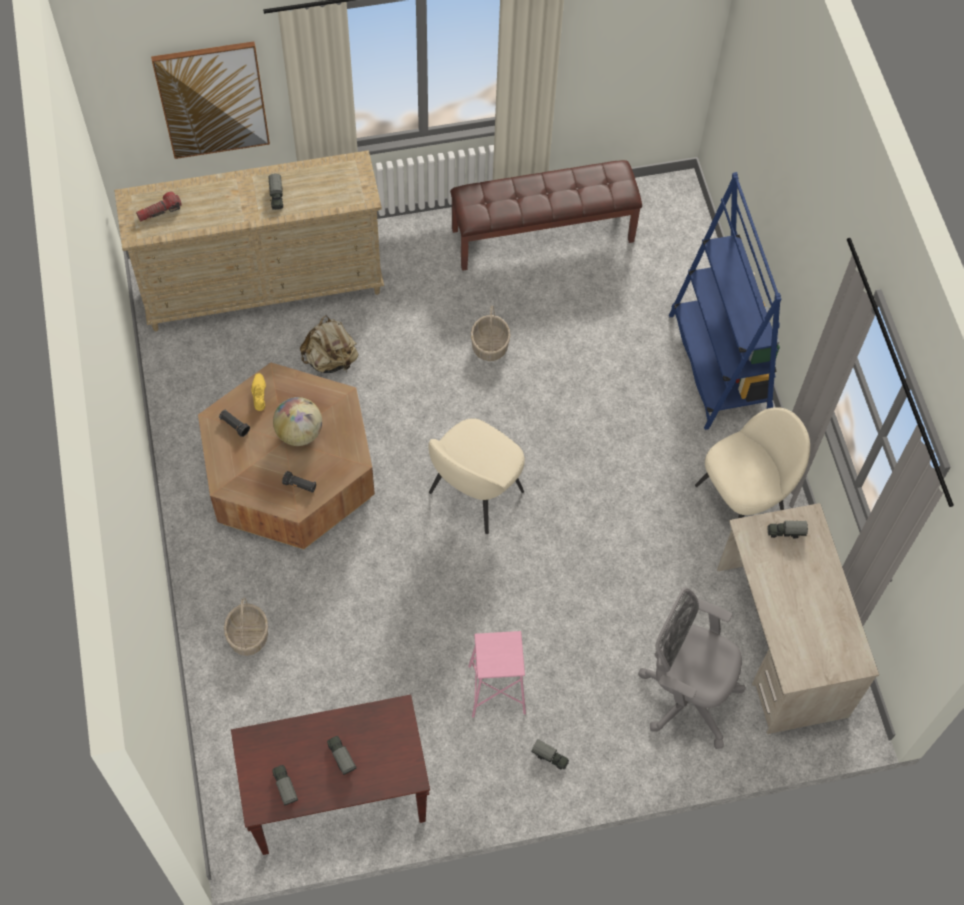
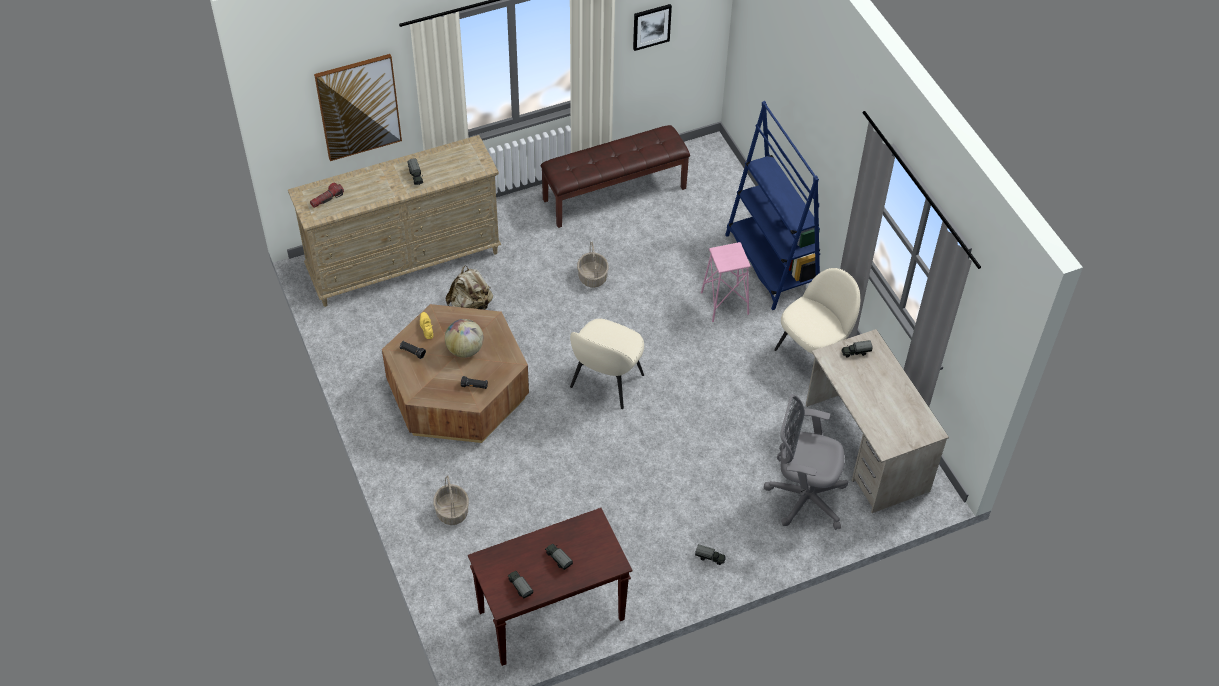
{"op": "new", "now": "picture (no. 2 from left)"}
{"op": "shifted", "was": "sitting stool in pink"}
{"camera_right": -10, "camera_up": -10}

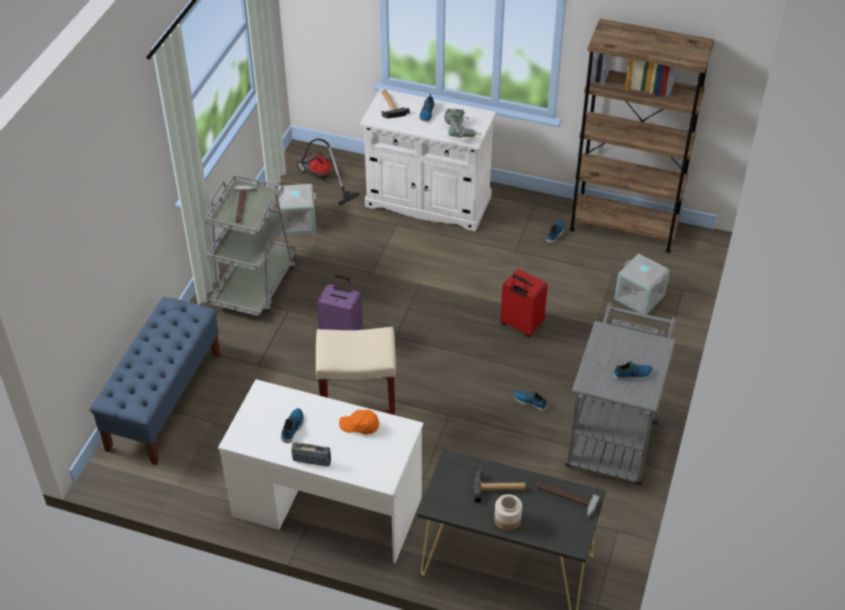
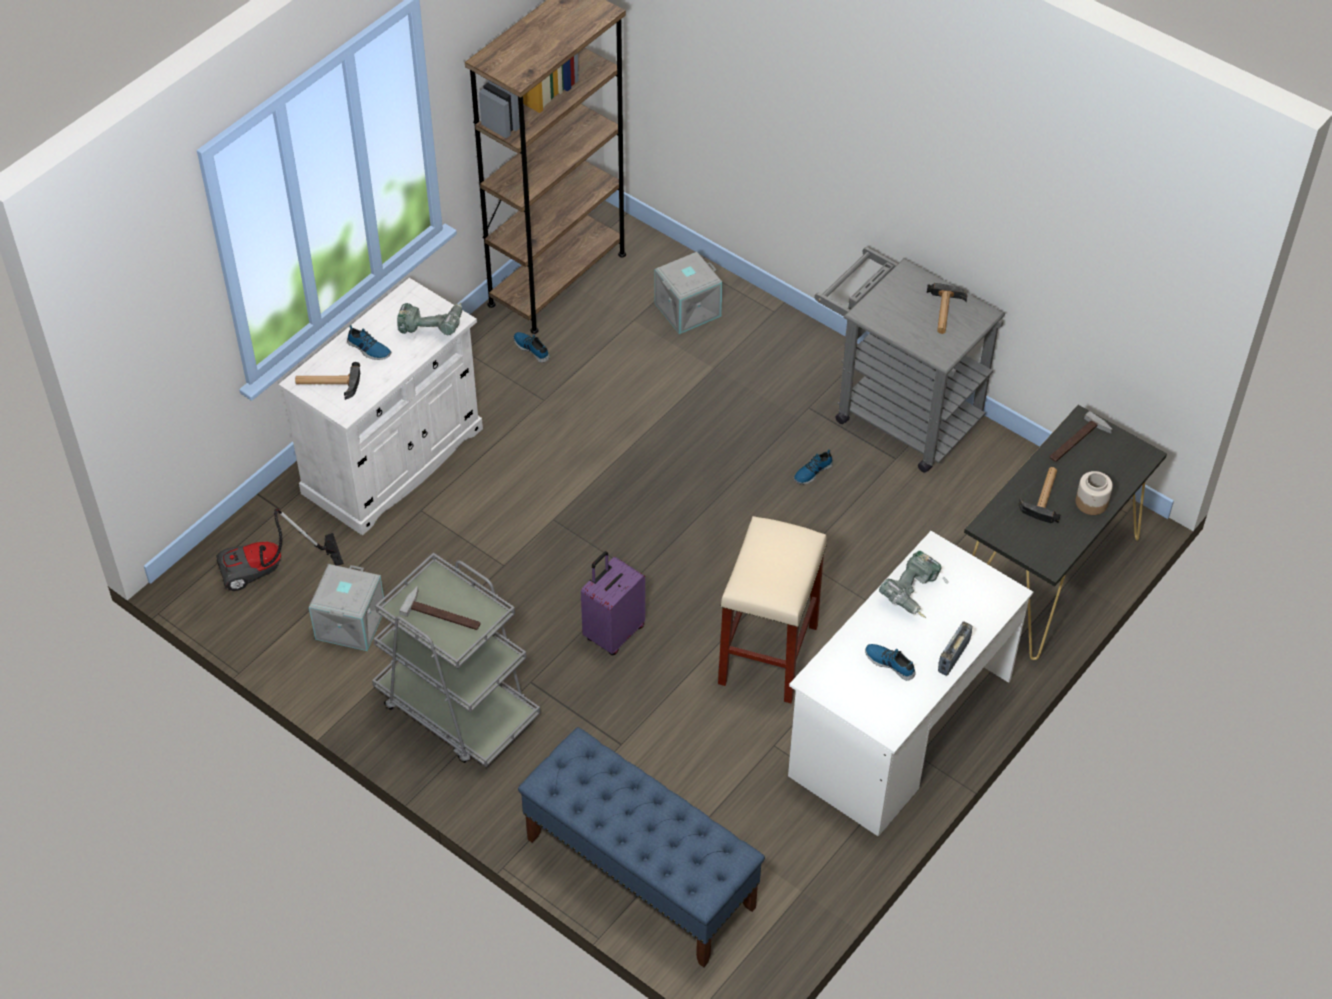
{"op": "swapped", "was": "peaked cap in orange", "now": "power drill (no. 2 from left)"}
{"op": "swapped", "was": "low shoe (no. 5 from left)", "now": "tool hammer (no. 3 from left)"}
{"op": "gone", "was": "piece of luggage in red"}
{"camera_right": -70, "camera_up": 5}

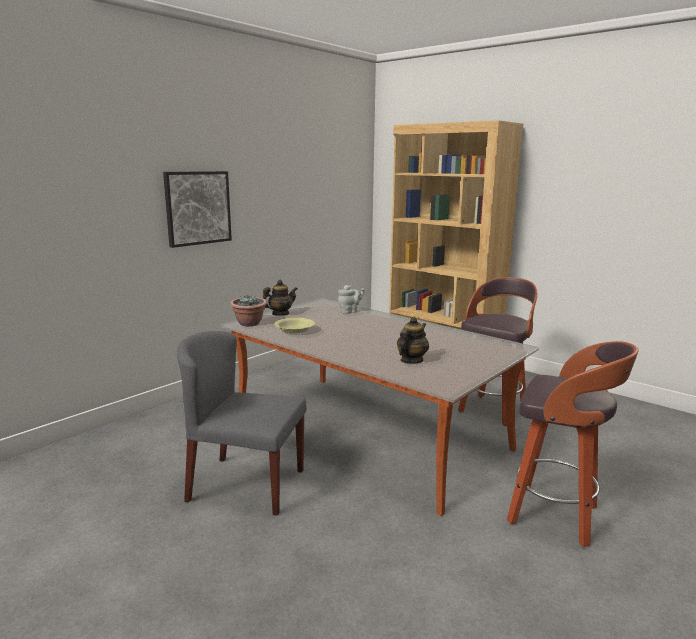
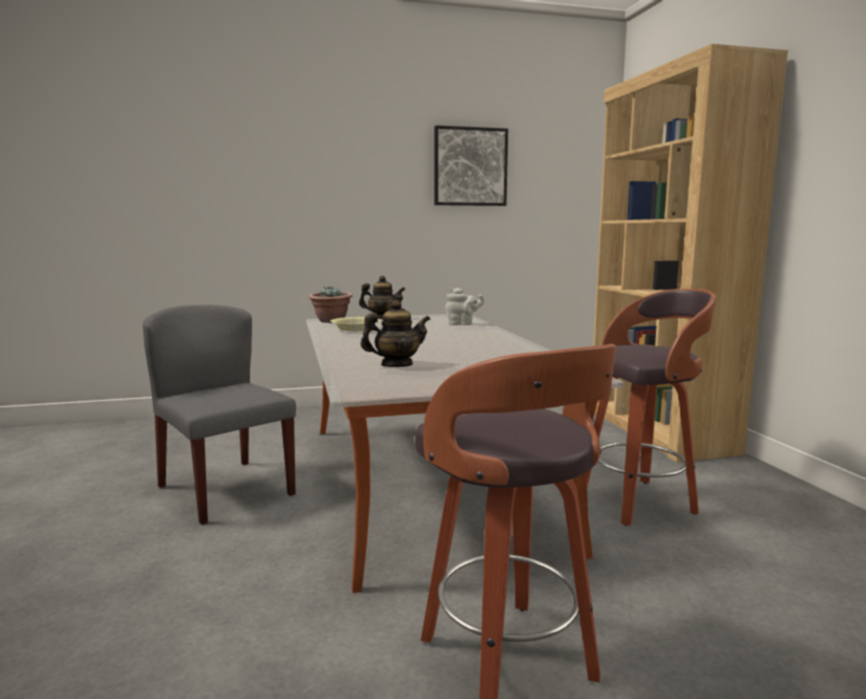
{"op": "shifted", "was": "picture"}
{"camera_right": 35, "camera_up": -5}

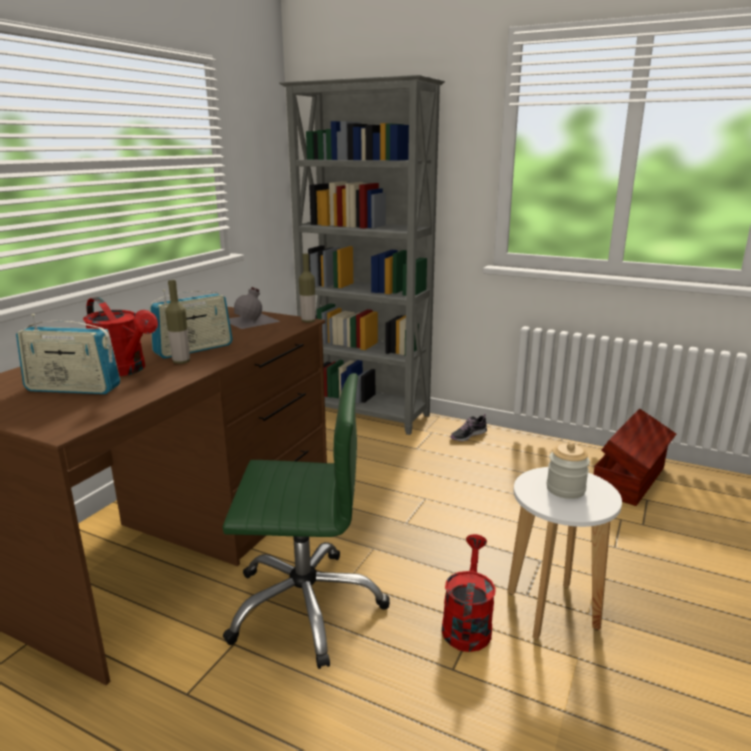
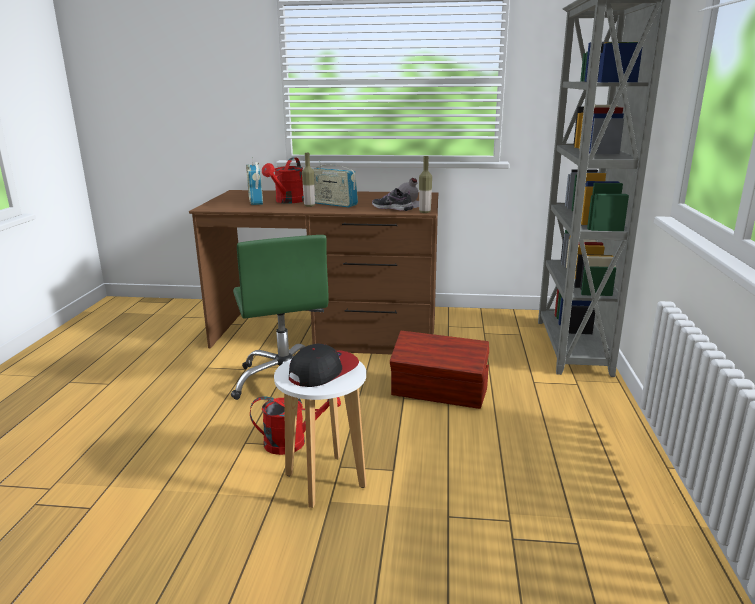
{"op": "swapped", "was": "preserve jar", "now": "peaked cap"}
{"op": "shifted", "was": "low shoe"}
{"op": "shifted", "was": "storage container in brown-coloured"}
{"camera_right": 70, "camera_up": 0}

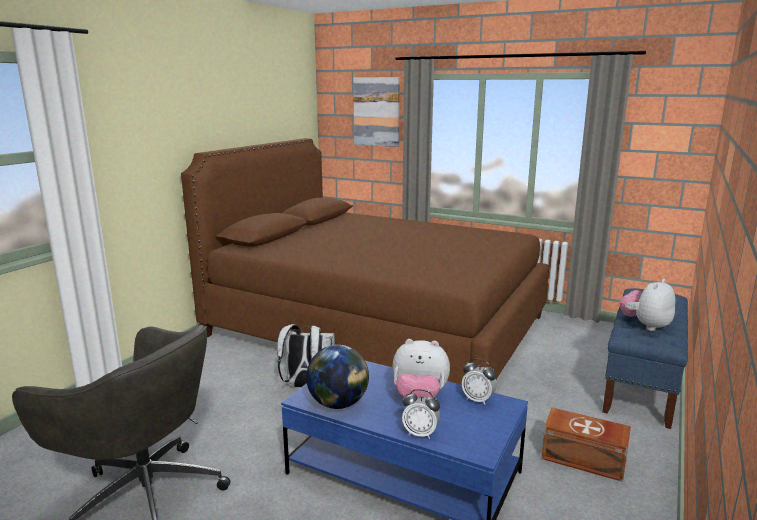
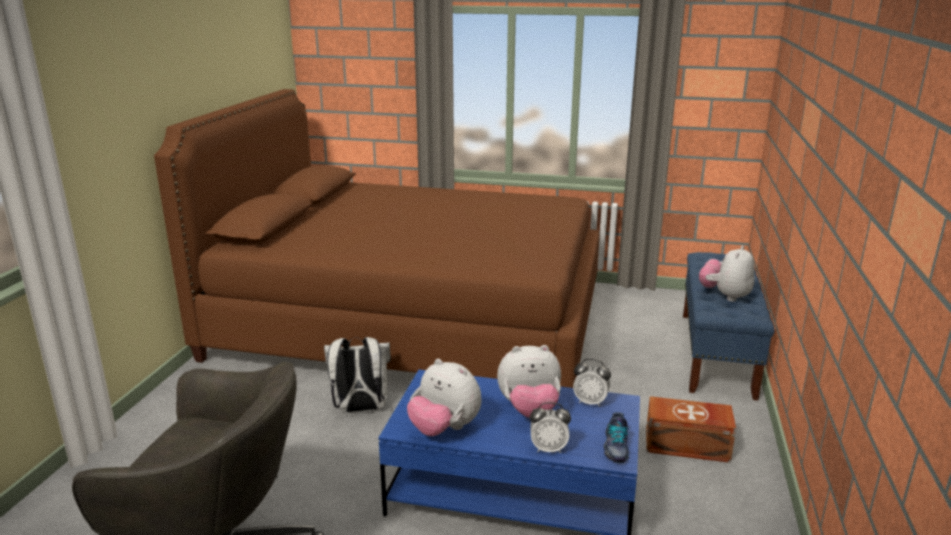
{"op": "swapped", "was": "desk globe", "now": "soft toy (no. 1 from left)"}
{"op": "new", "now": "low shoe"}
{"op": "gone", "was": "picture"}
{"camera_right": -15, "camera_up": 5}

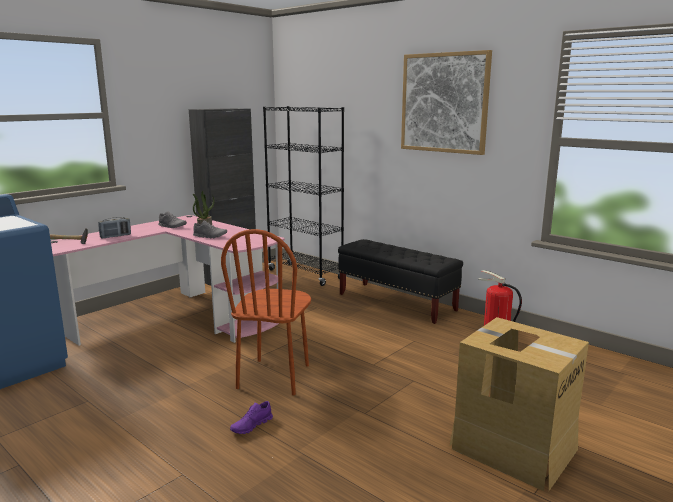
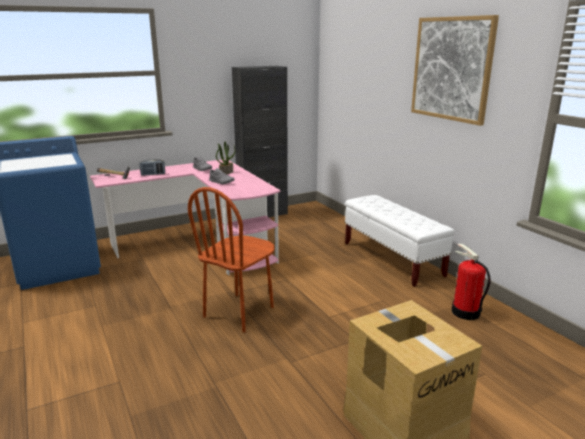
{"op": "repainted", "was": "long seat in black-coloured", "now": "long seat in white-coloured"}
{"op": "gone", "was": "low shoe in purplish"}
{"op": "gone", "was": "bookshelf in black-coloured"}
{"camera_right": 20, "camera_up": 5}

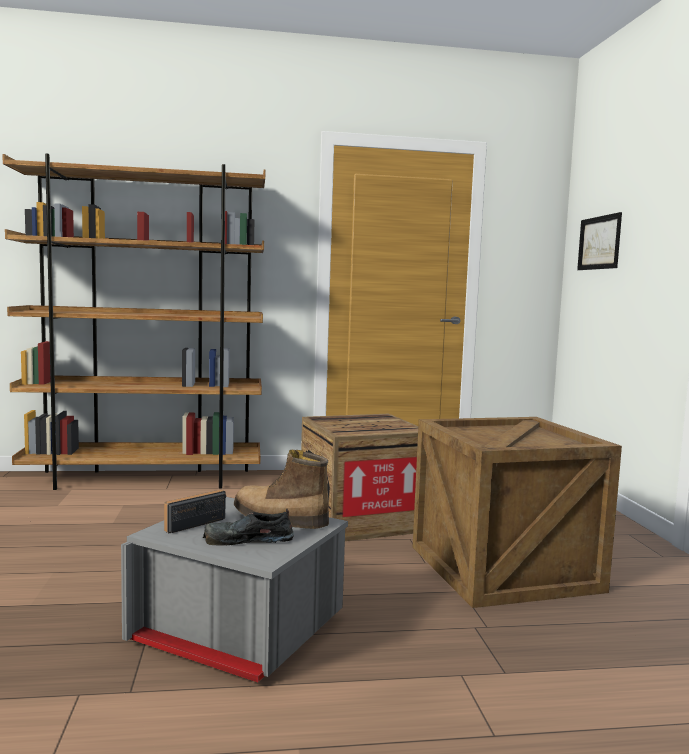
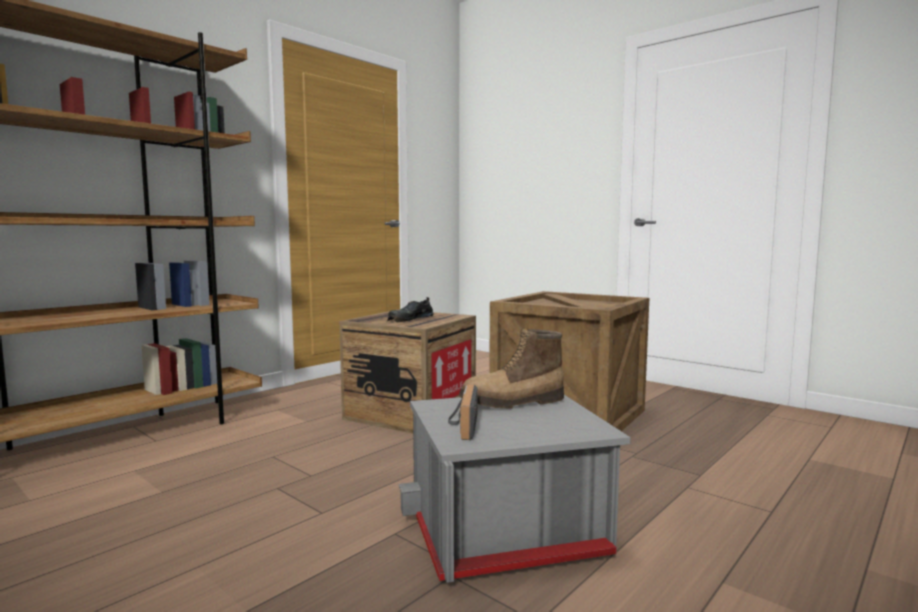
{"op": "shifted", "was": "low shoe in black-coloured"}
{"op": "gone", "was": "picture"}
{"camera_right": -40, "camera_up": 0}

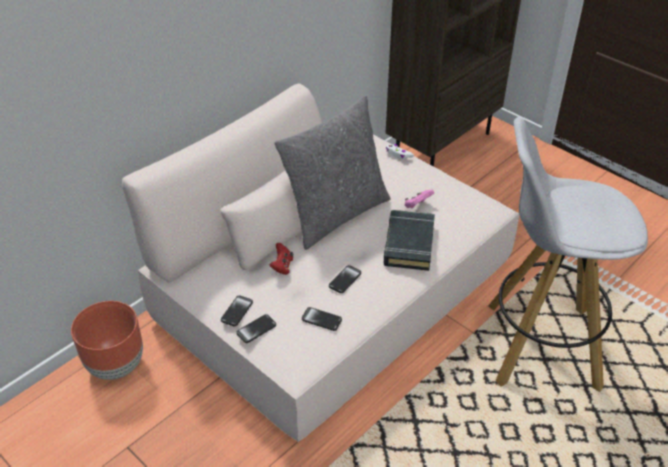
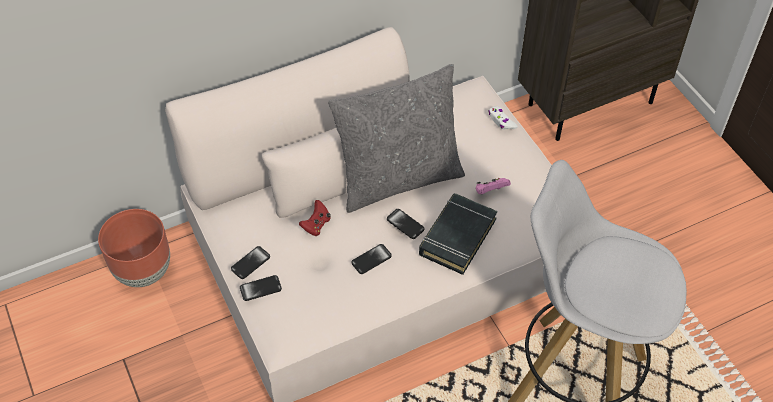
{"op": "shifted", "was": "phone (no. 3 from left in the first image)", "now": "phone (no. 4 from left)"}
{"camera_right": 20, "camera_up": 10}

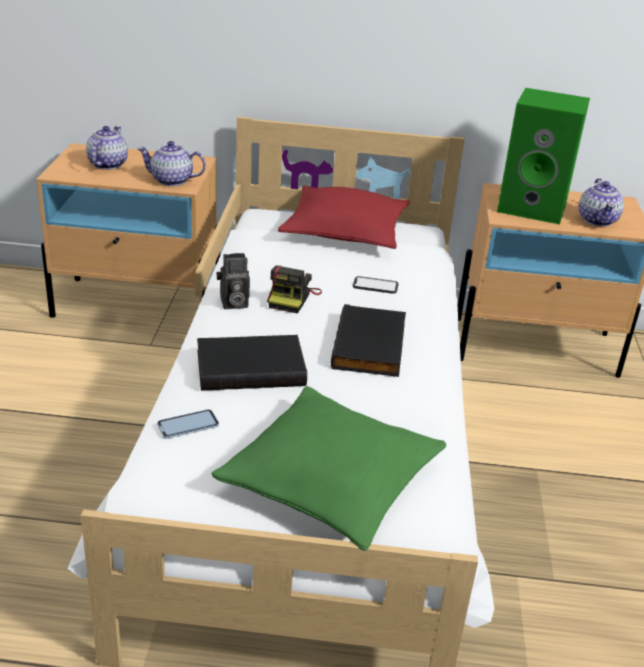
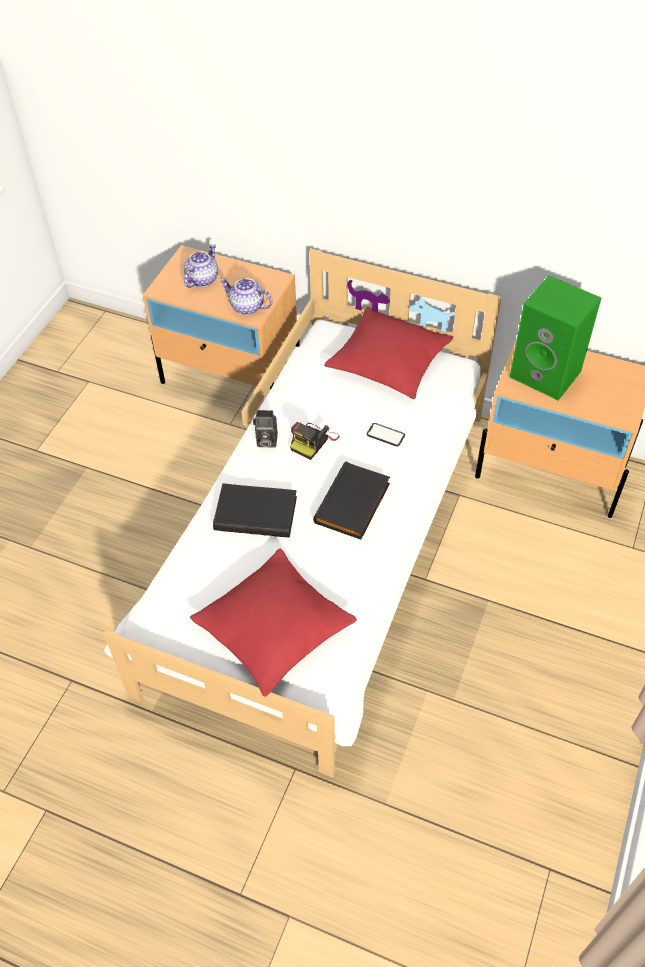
{"op": "repainted", "was": "throw pillow in green", "now": "throw pillow in red (no. 1 from left)"}
{"op": "gone", "was": "phone (no. 1 from left)"}
{"op": "gone", "was": "tea pot (no. 3 from left)"}
{"camera_right": 20, "camera_up": 20}

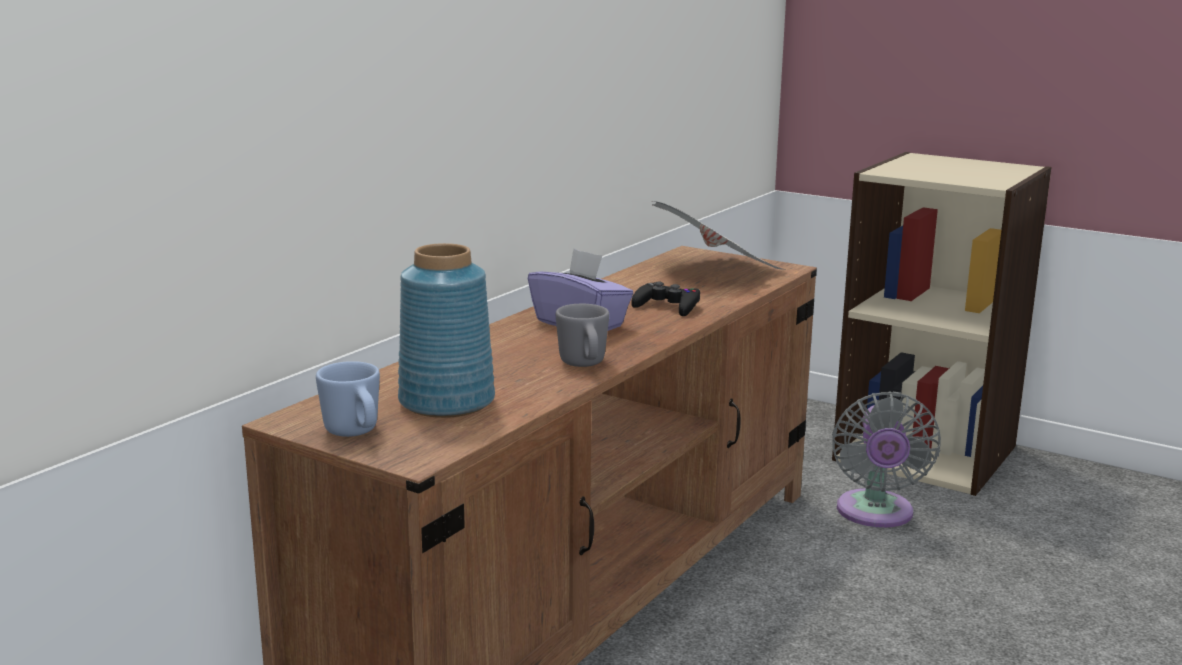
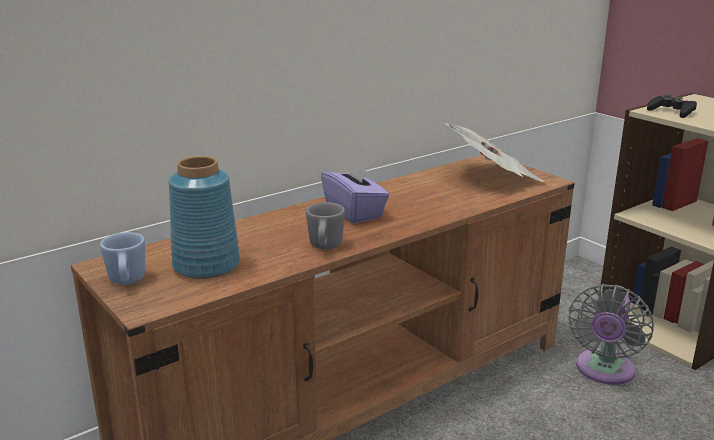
{"op": "shifted", "was": "joypad in black-coloured"}
{"camera_right": 20, "camera_up": 5}

